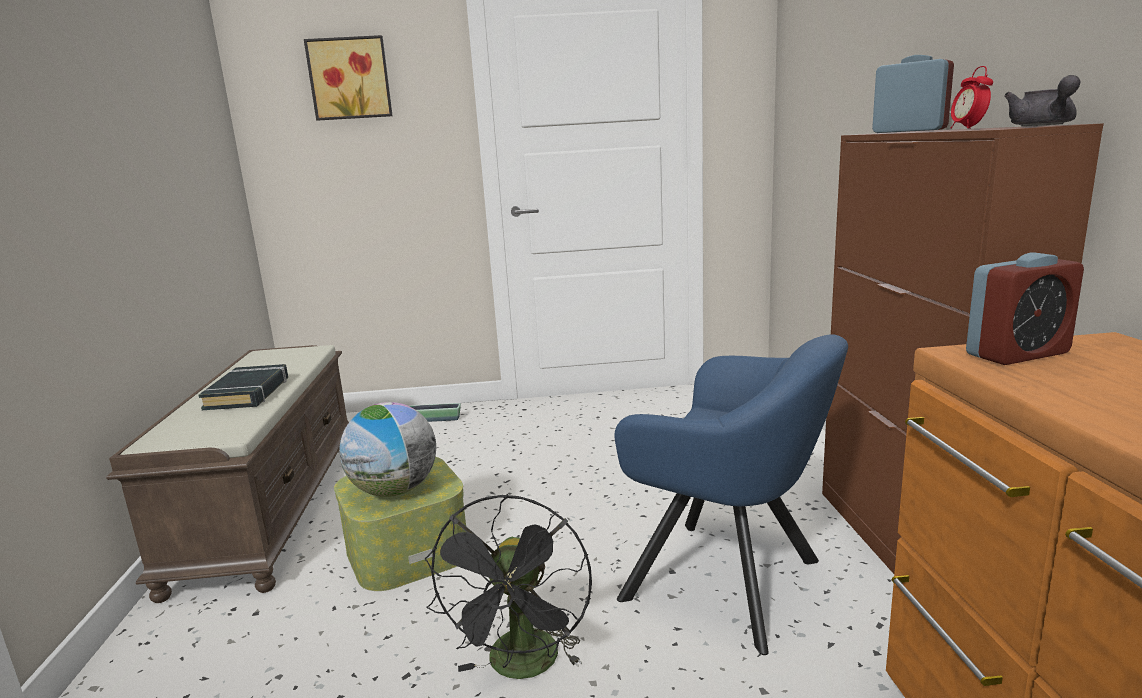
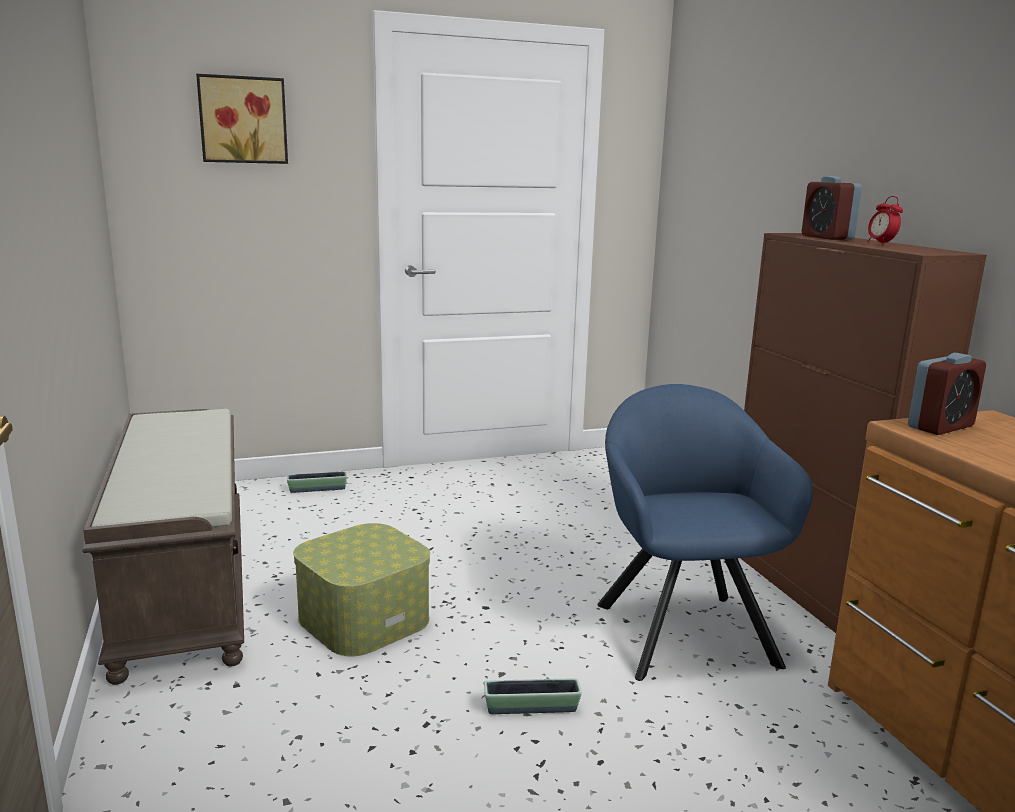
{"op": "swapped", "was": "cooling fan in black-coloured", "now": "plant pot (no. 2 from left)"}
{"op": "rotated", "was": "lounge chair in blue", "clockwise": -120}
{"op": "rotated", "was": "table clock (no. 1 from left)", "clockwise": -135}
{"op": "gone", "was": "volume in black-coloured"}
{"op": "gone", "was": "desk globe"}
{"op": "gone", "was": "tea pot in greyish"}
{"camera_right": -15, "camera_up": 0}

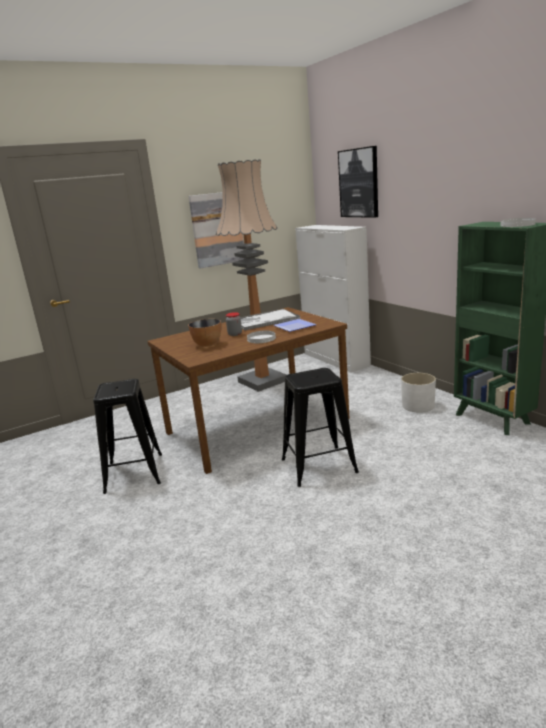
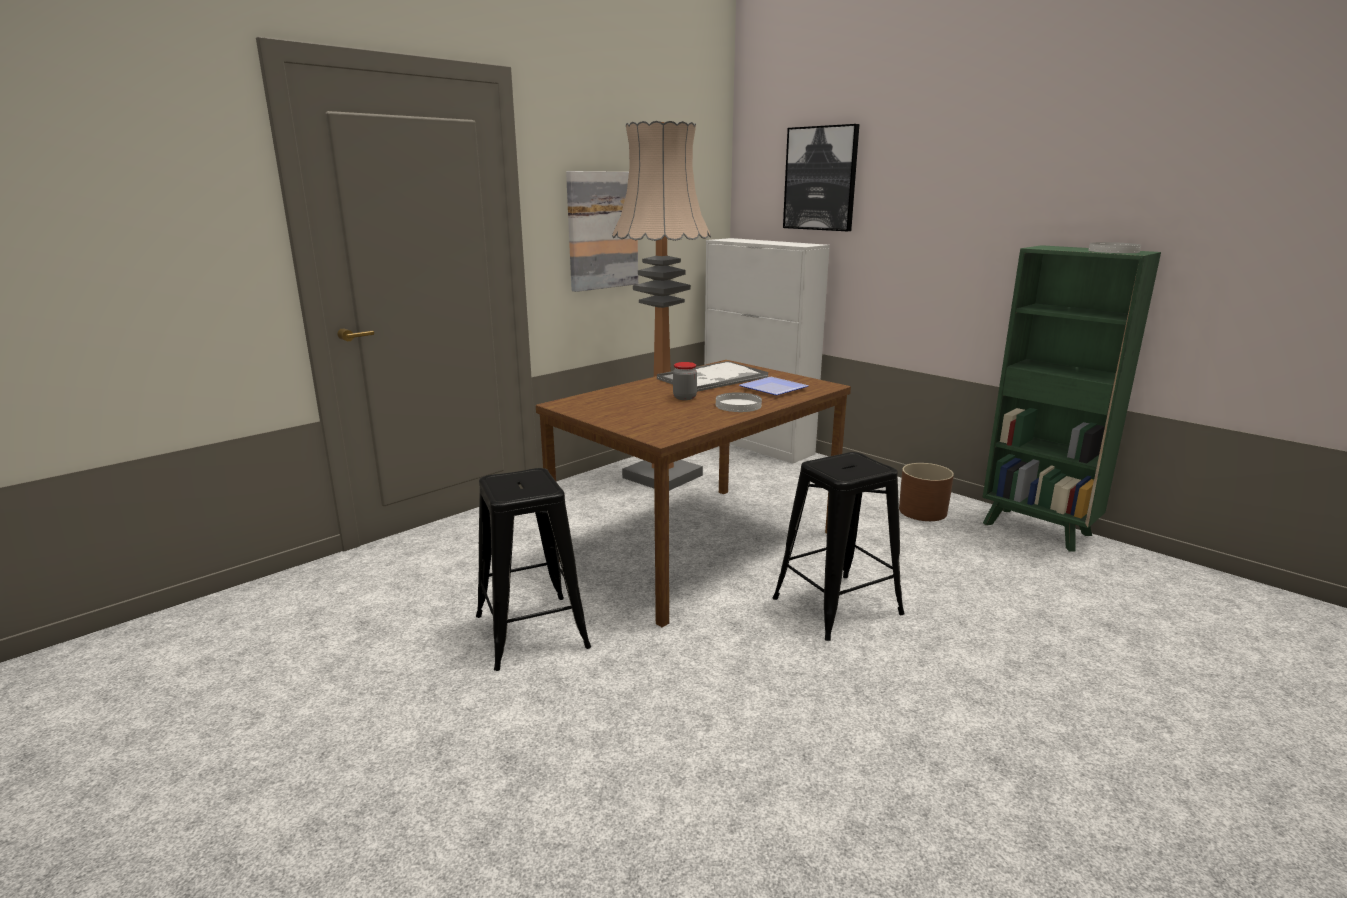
{"op": "repainted", "was": "plant pot in white-coloured", "now": "plant pot in brown-coloured"}
{"op": "gone", "was": "bowl"}
{"camera_right": -15, "camera_up": 0}

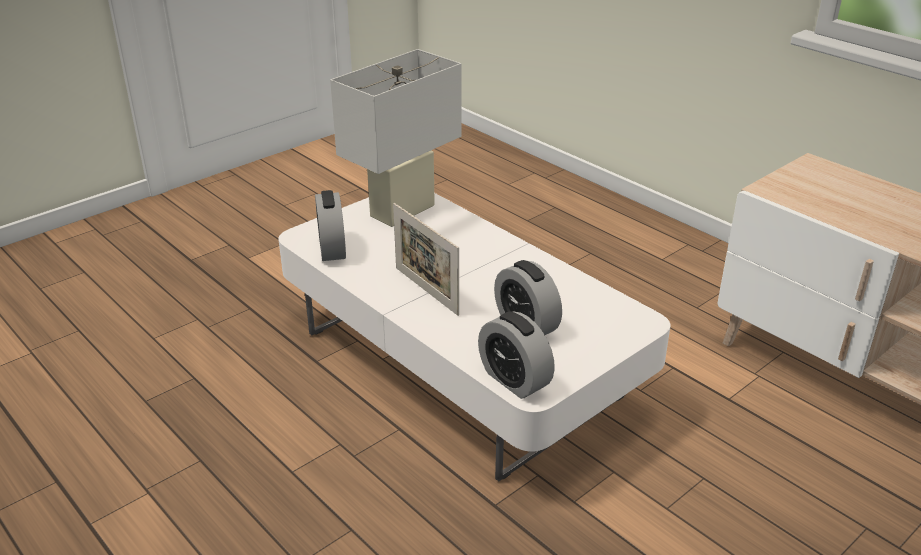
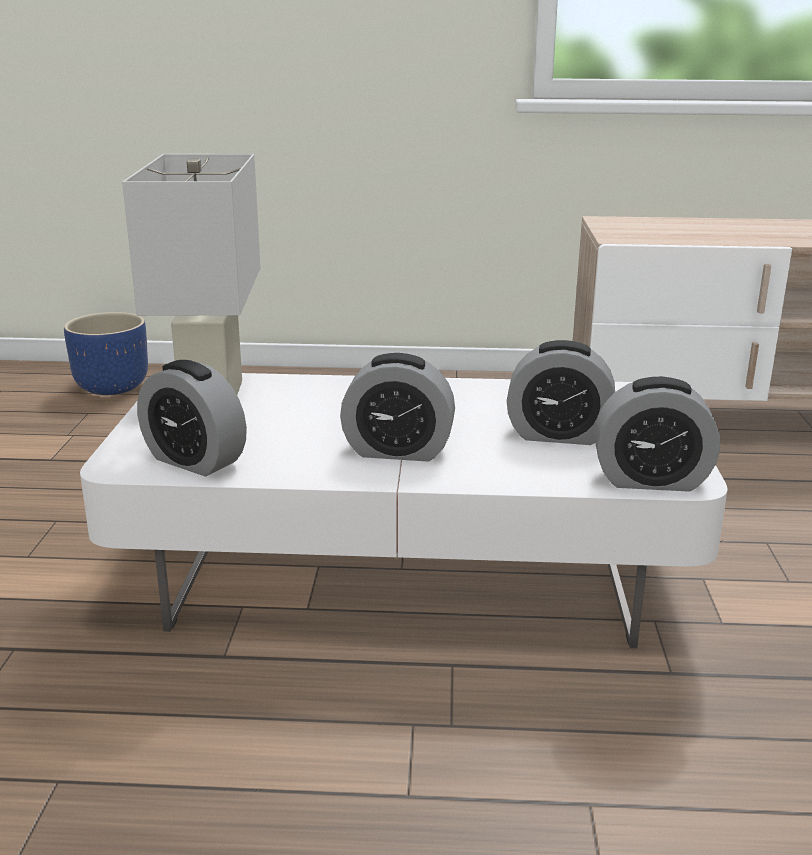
{"op": "new", "now": "plant pot in blue"}
{"op": "swapped", "was": "picture frame", "now": "table clock (no. 2 from left)"}
{"camera_right": -45, "camera_up": -10}

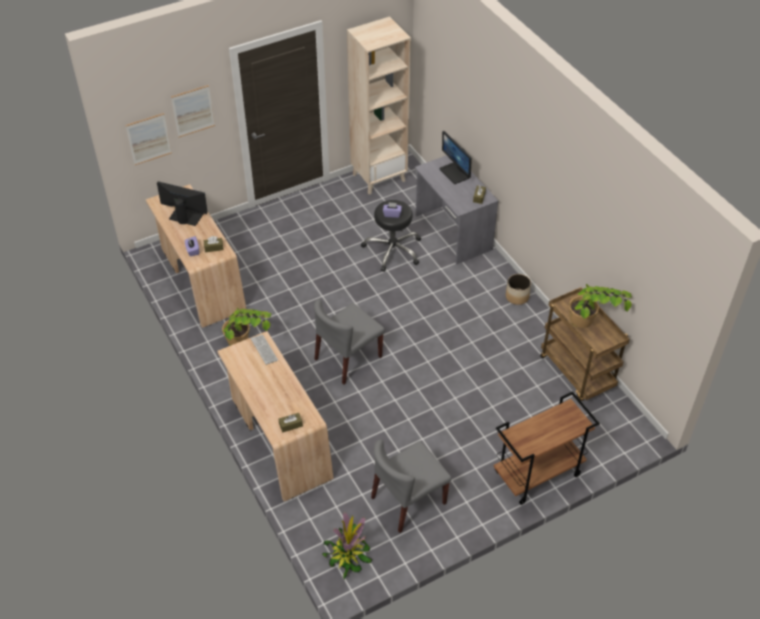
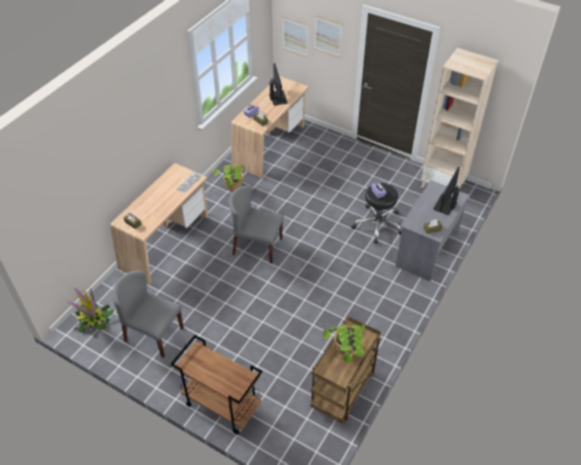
{"op": "gone", "was": "plant pot"}
{"camera_right": 60, "camera_up": 0}

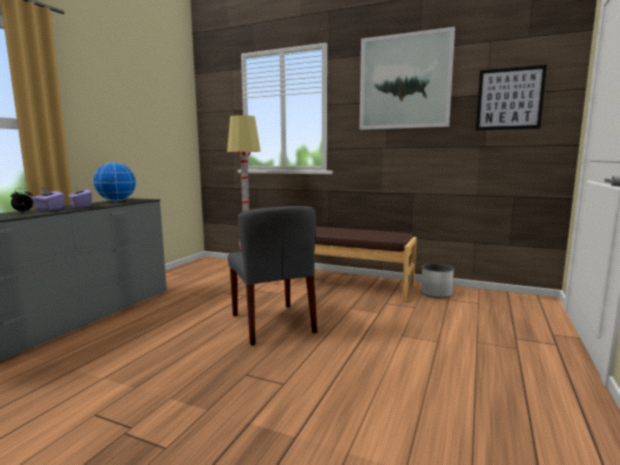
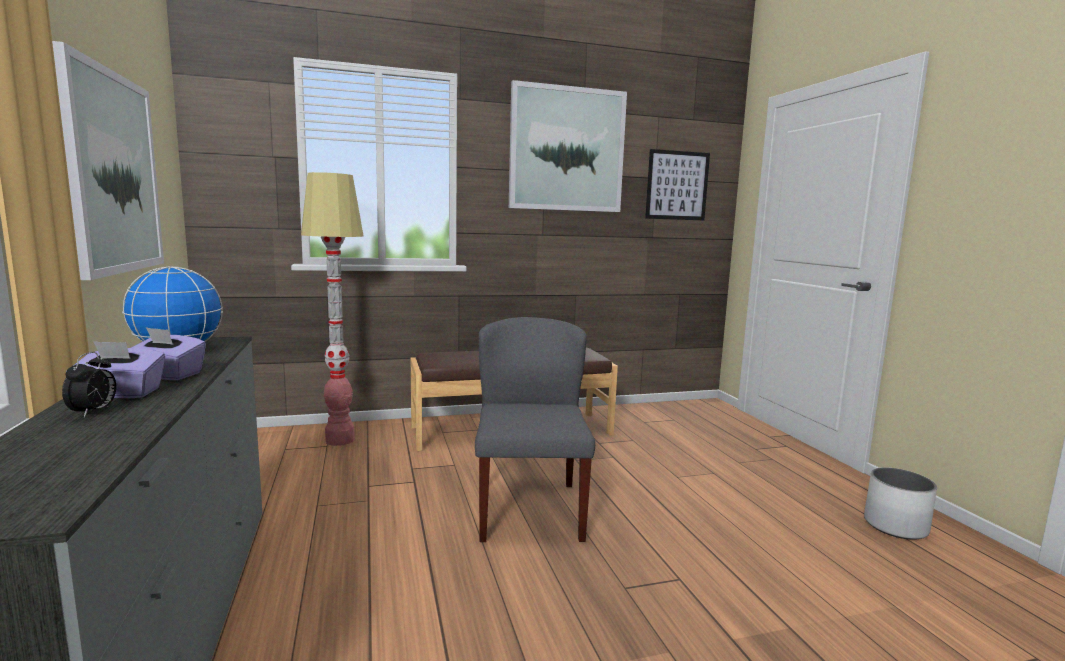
{"op": "new", "now": "picture (no. 1 from left)"}
{"op": "rotated", "was": "chair in greyish", "clockwise": -120}
{"op": "shifted", "was": "plant pot in white-coloured"}
{"camera_right": -40, "camera_up": 0}

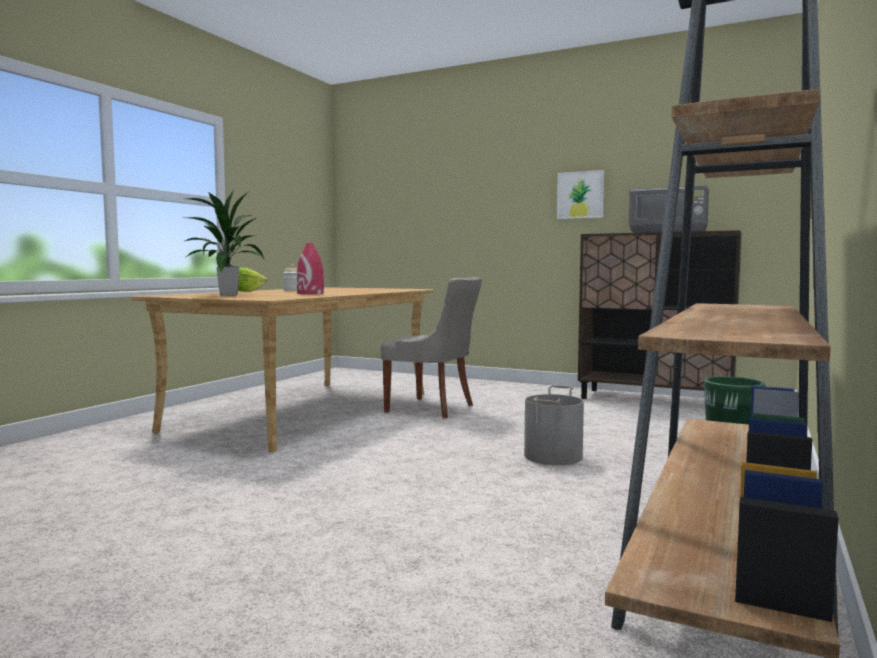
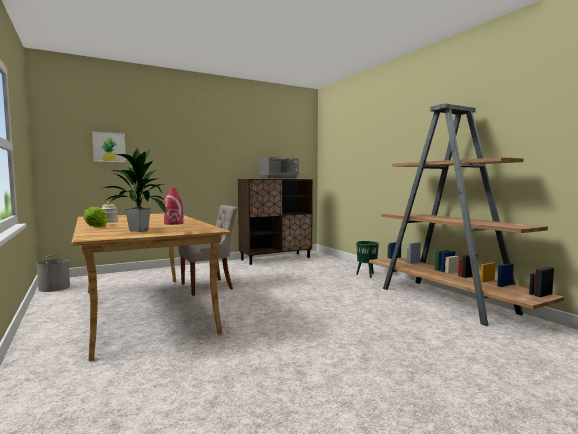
{"op": "shifted", "was": "bucket in greyish"}
{"op": "shifted", "was": "picture"}
{"camera_right": -55, "camera_up": 0}

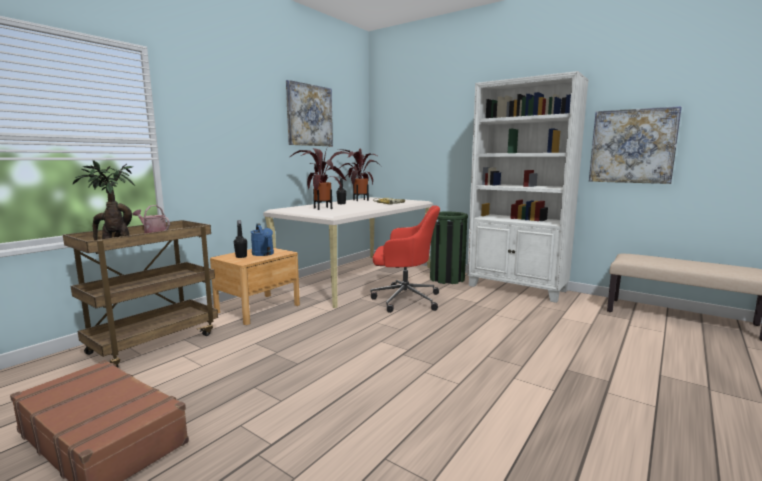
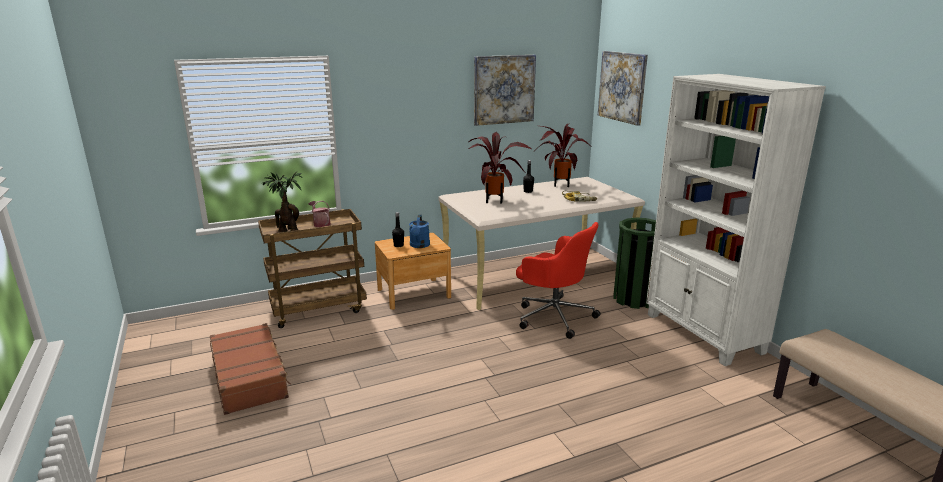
{"op": "shifted", "was": "picture (no. 2 from left)"}
{"camera_right": 30, "camera_up": 10}

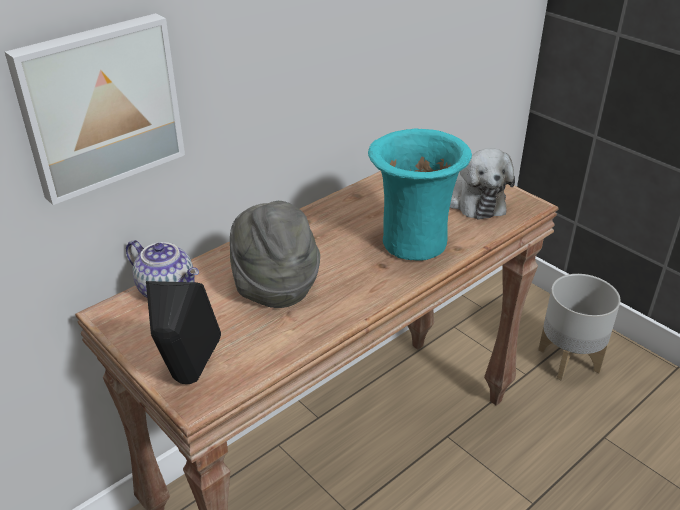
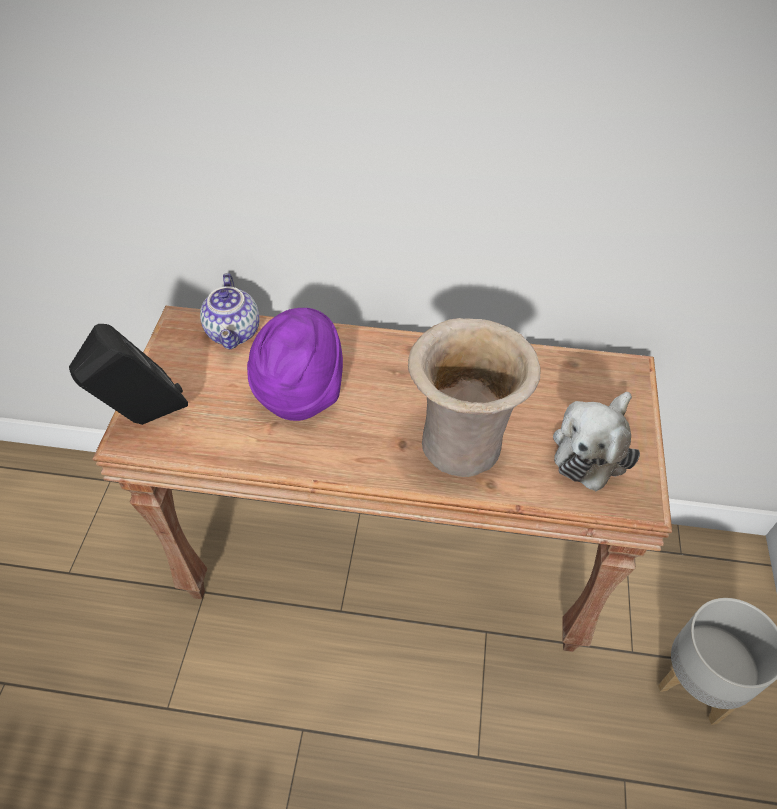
{"op": "repainted", "was": "clothing hat in greyish", "now": "clothing hat in purplish"}
{"op": "repainted", "was": "flower vase in blue-green", "now": "flower vase in sand-coloured"}
{"op": "gone", "was": "picture"}
{"camera_right": 50, "camera_up": 15}

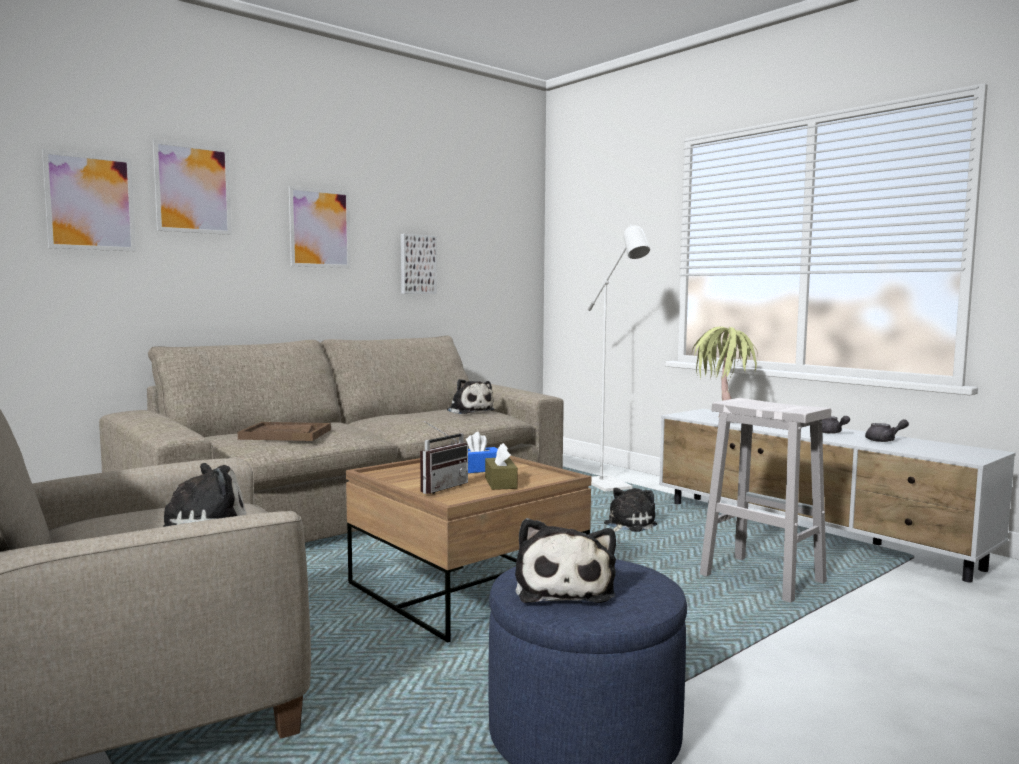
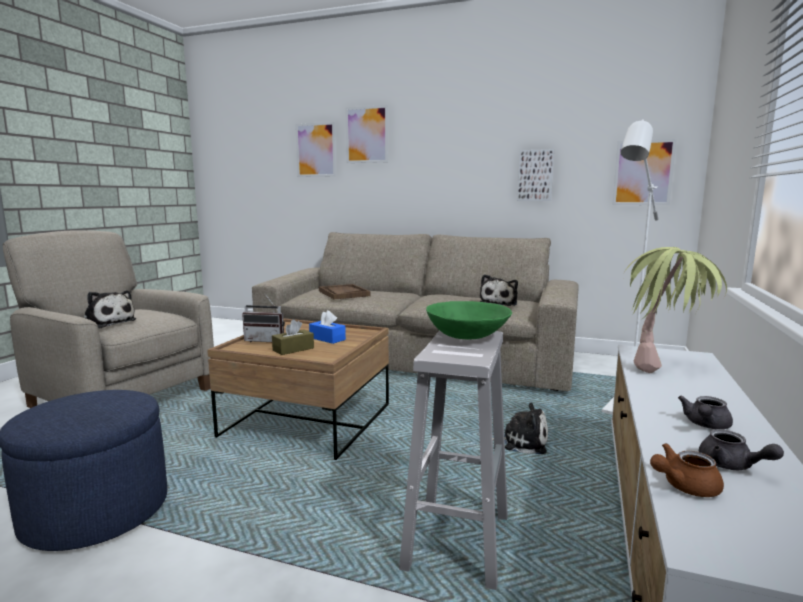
{"op": "new", "now": "bowl in green"}
{"op": "shifted", "was": "picture (no. 3 from left in the first image)", "now": "picture (no. 4 from left)"}
{"op": "new", "now": "tea pot in brown-coloured"}
{"op": "gone", "was": "soft toy (no. 3 from left)"}
{"camera_right": 60, "camera_up": 5}

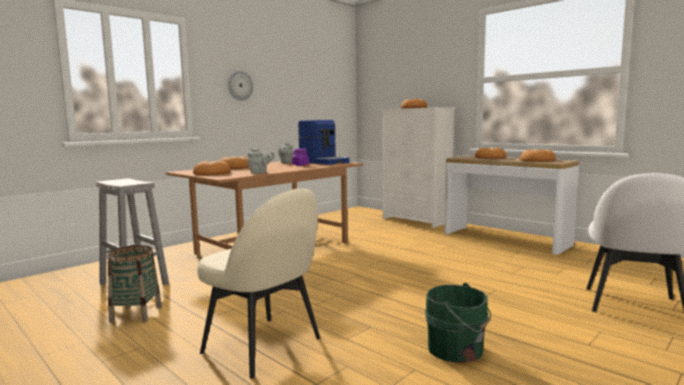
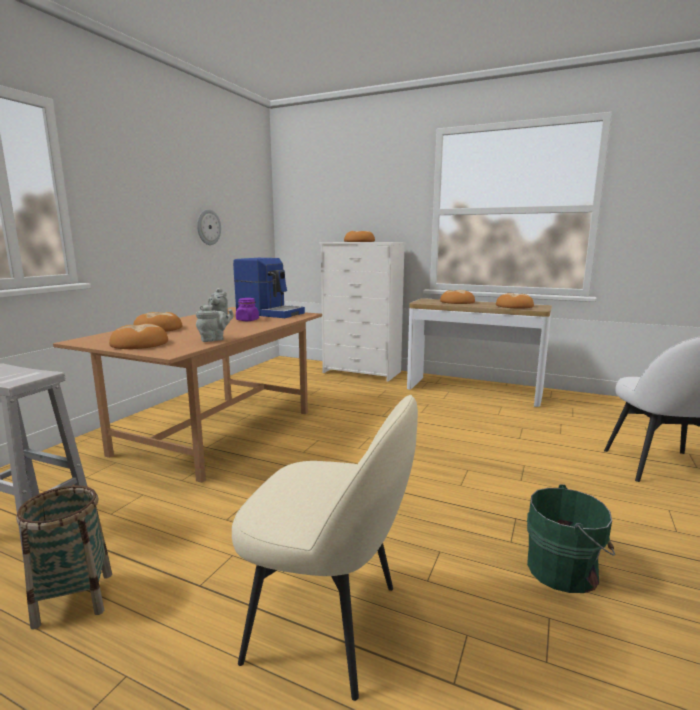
{"op": "shifted", "was": "hanging clock"}
{"camera_right": -20, "camera_up": 5}

